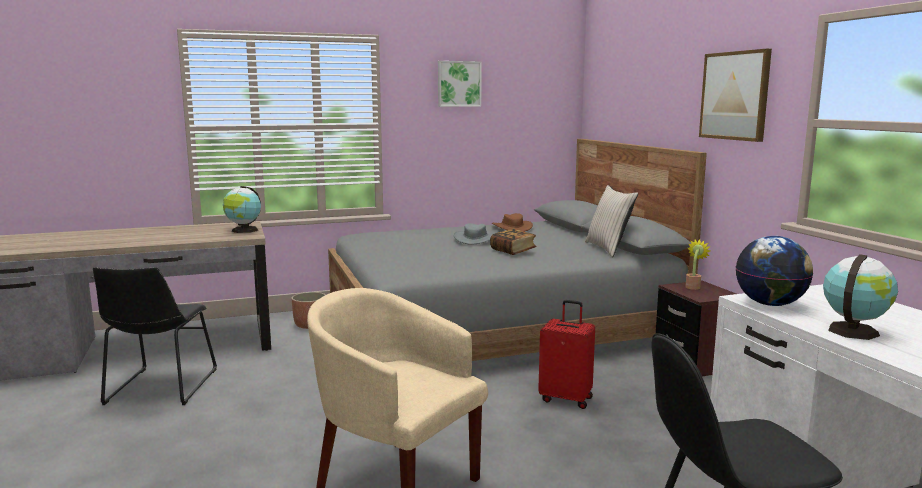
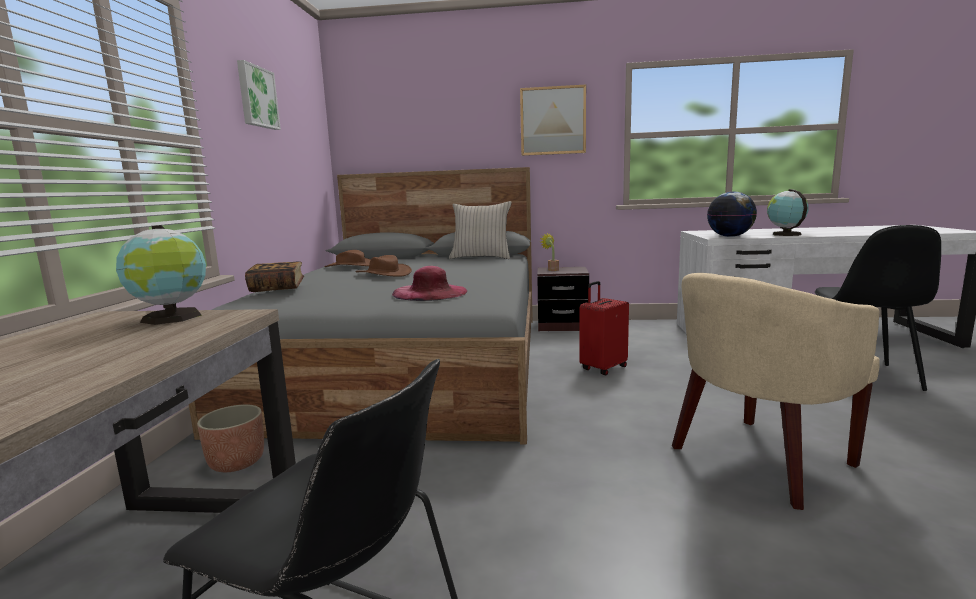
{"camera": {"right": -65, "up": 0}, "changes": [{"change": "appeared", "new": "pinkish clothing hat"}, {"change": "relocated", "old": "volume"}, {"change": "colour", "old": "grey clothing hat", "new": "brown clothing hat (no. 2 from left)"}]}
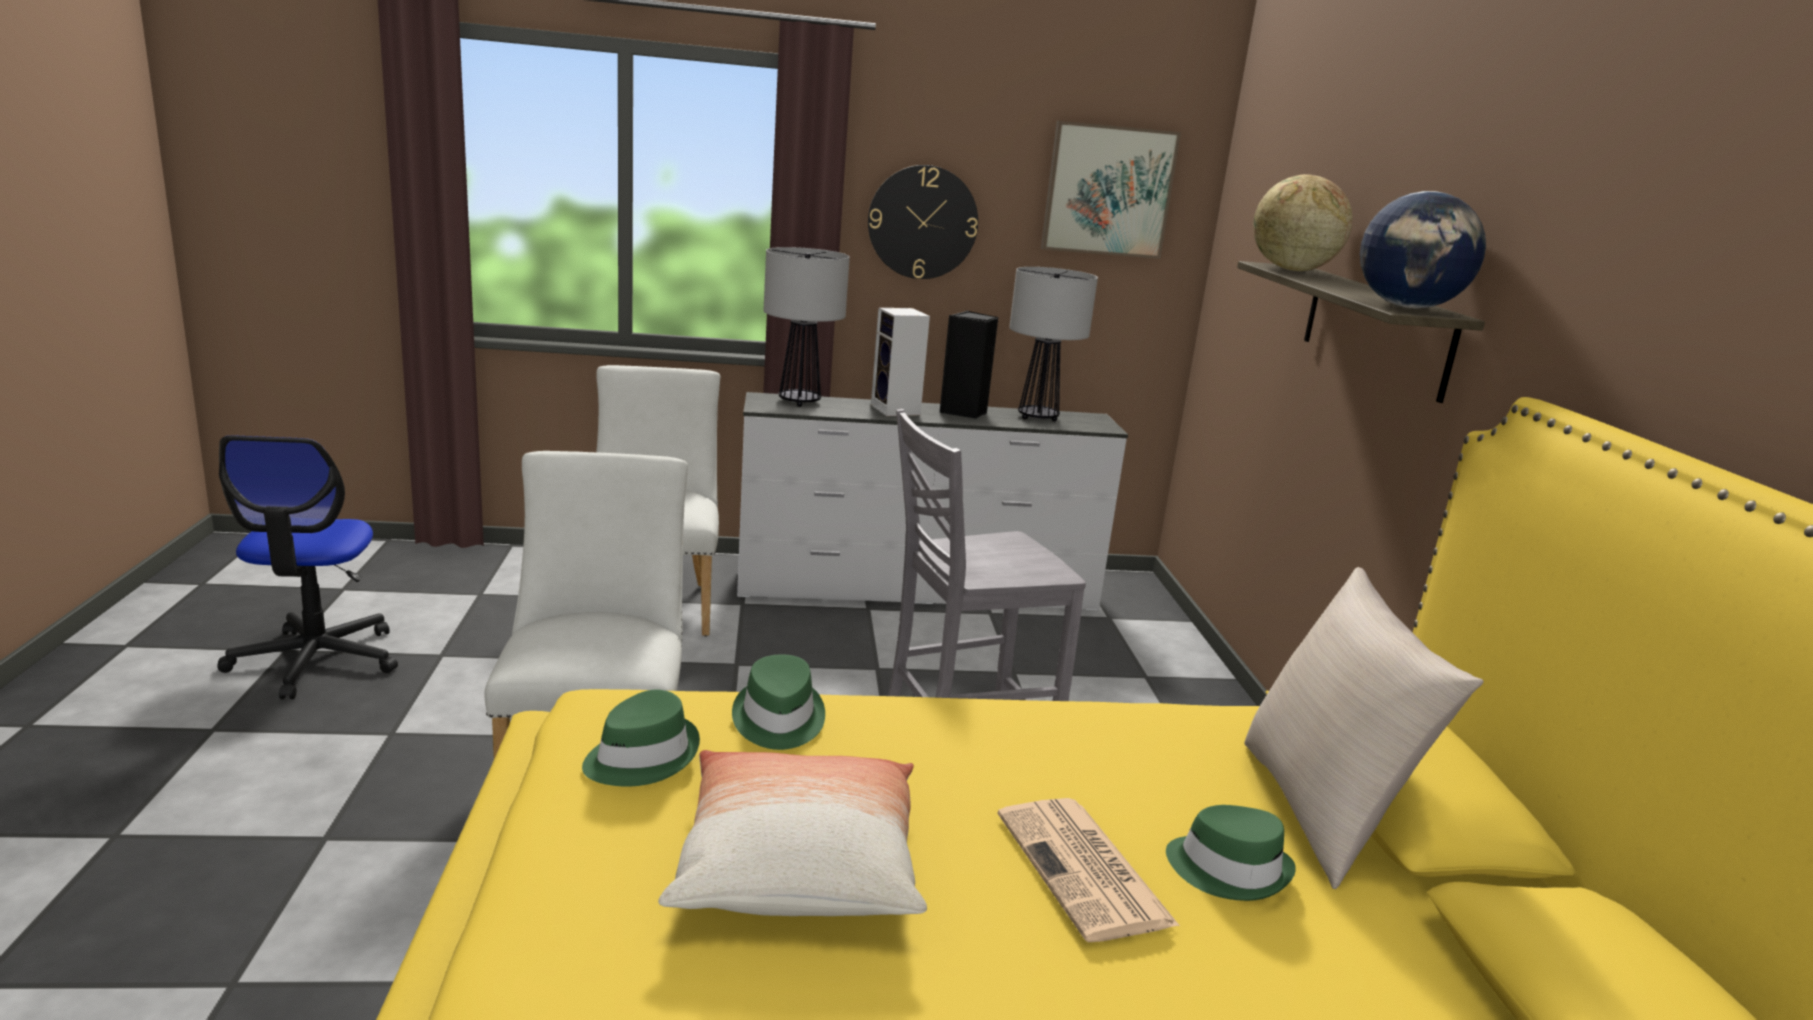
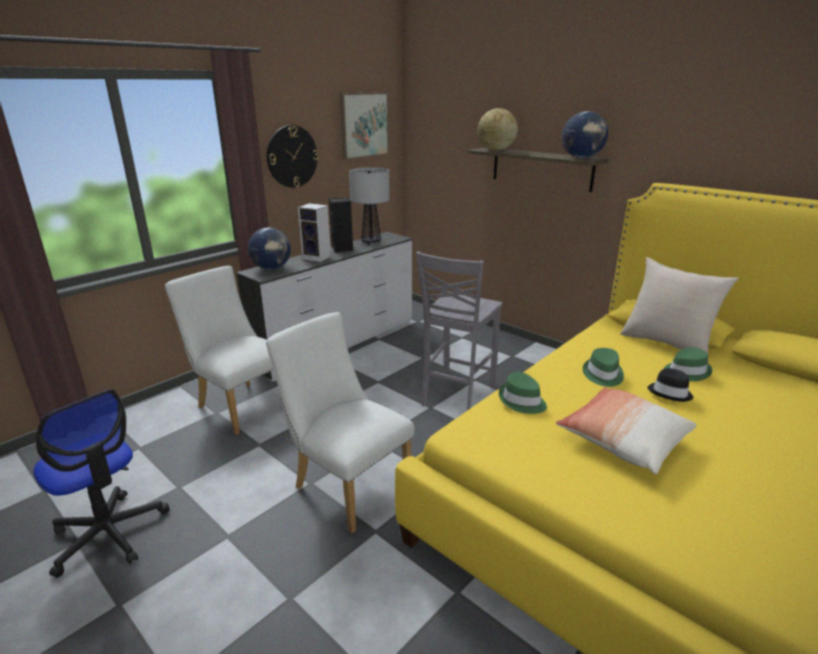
{"camera": {"right": -40, "up": 5}, "changes": [{"change": "relocated", "old": "green-coloured clothing hat (no. 1 from left in the first image)", "new": "green-coloured clothing hat (no. 2 from left)"}, {"change": "exchanged", "old": "tabletop lamp (no. 1 from left)", "new": "world globe (no. 1 from left)"}, {"change": "exchanged", "old": "daily paper", "new": "black-coloured clothing hat"}]}
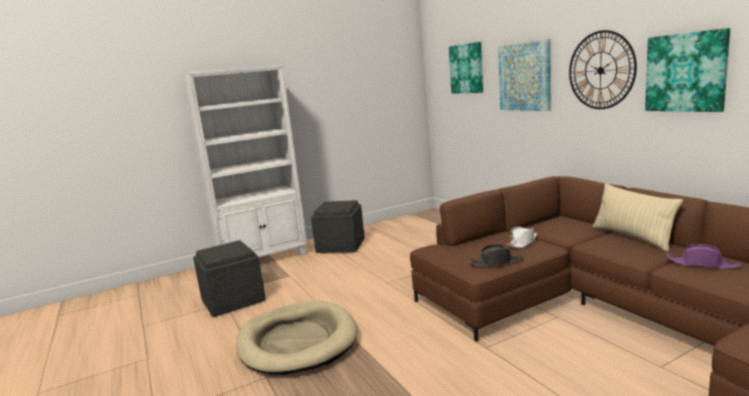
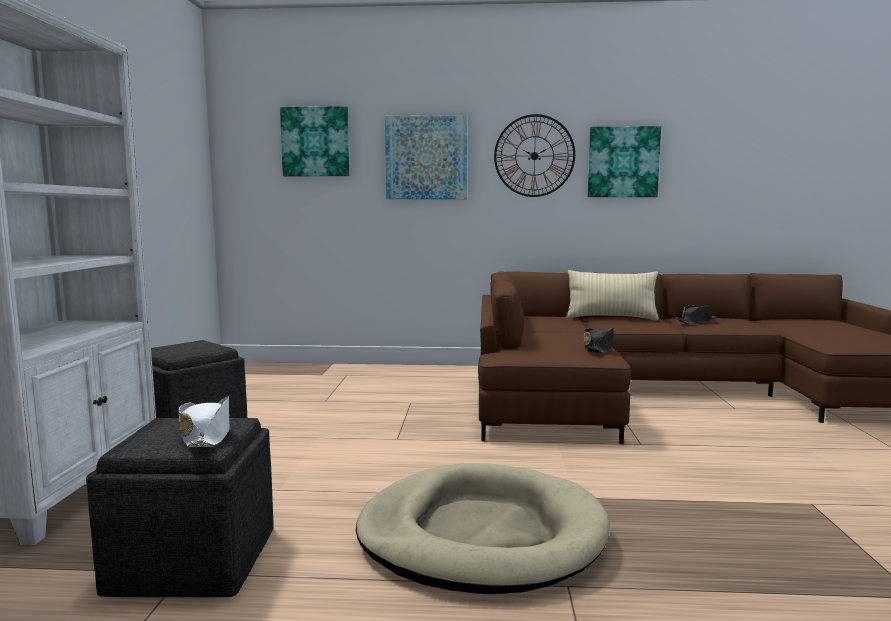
{"camera": {"right": -60, "up": -5}, "changes": [{"change": "relocated", "old": "whitish clothing hat"}, {"change": "colour", "old": "purple-coloured clothing hat", "new": "black-coloured clothing hat (no. 2 from left)"}]}
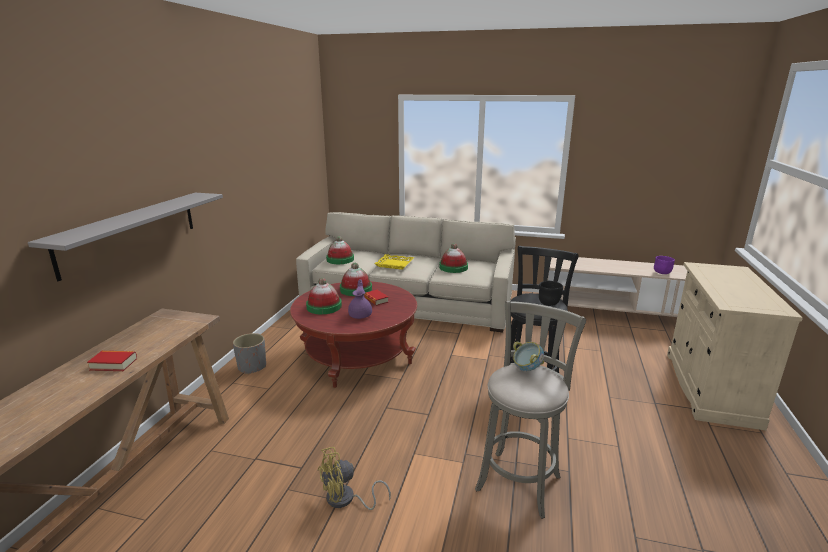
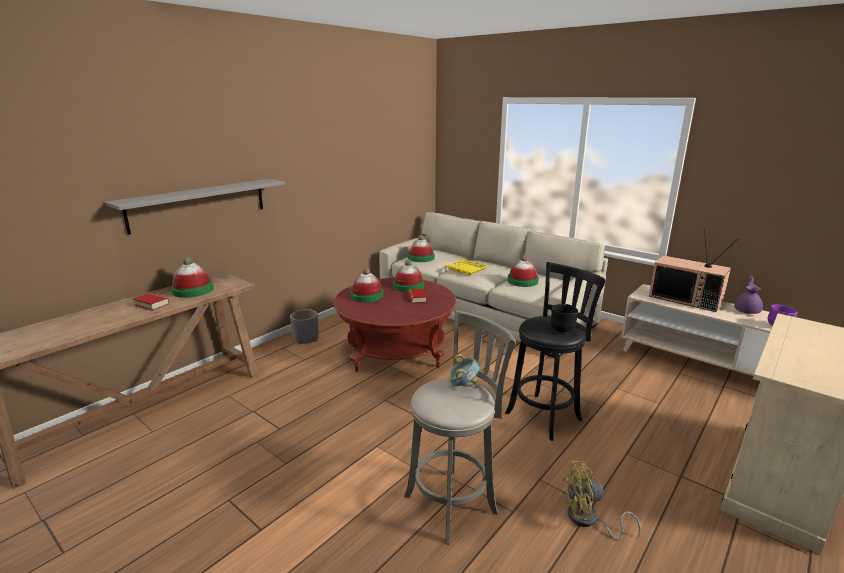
{"camera": {"right": 25, "up": 0}, "changes": [{"change": "appeared", "new": "clothing hat (no. 1 from left)"}, {"change": "appeared", "new": "television"}, {"change": "relocated", "old": "yellow-coloured cooling fan"}, {"change": "relocated", "old": "purple-coloured teapot"}]}
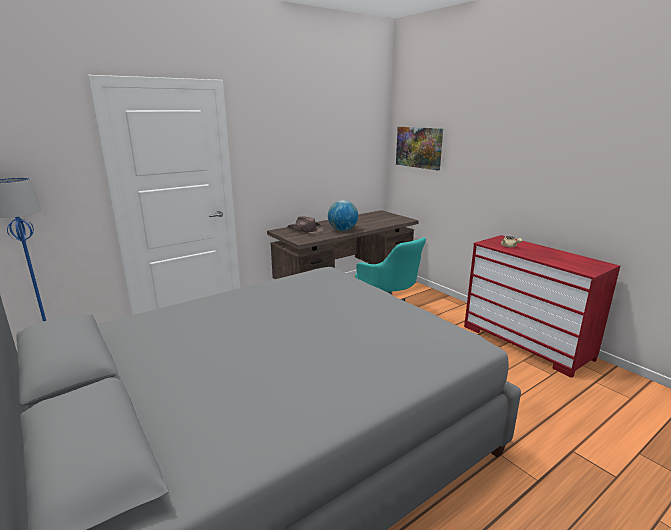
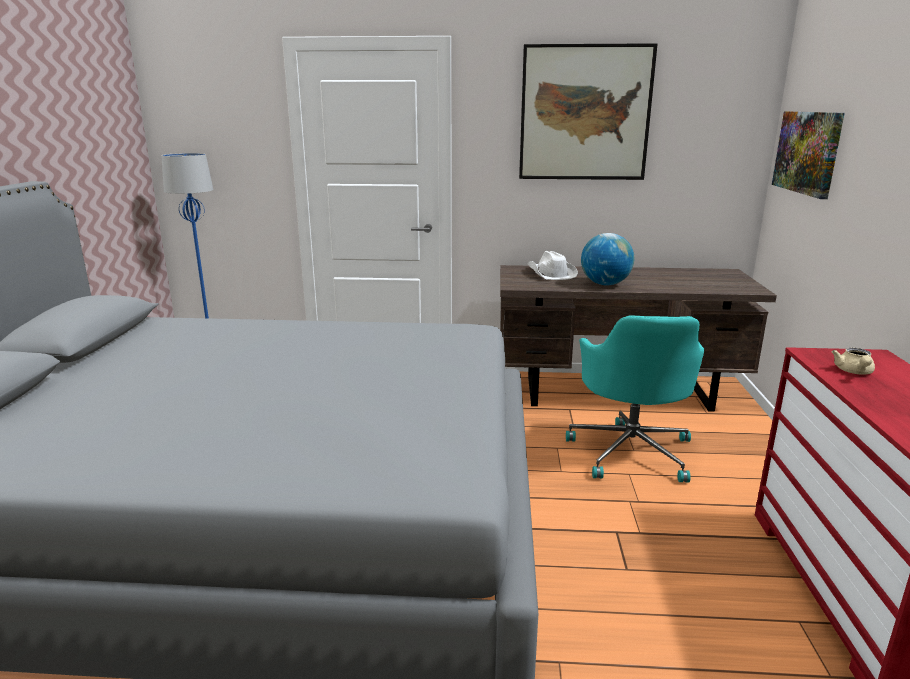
{"camera": {"right": 40, "up": 0}, "changes": [{"change": "appeared", "new": "picture (no. 1 from left)"}, {"change": "colour", "old": "brown clothing hat", "new": "whitish clothing hat"}]}
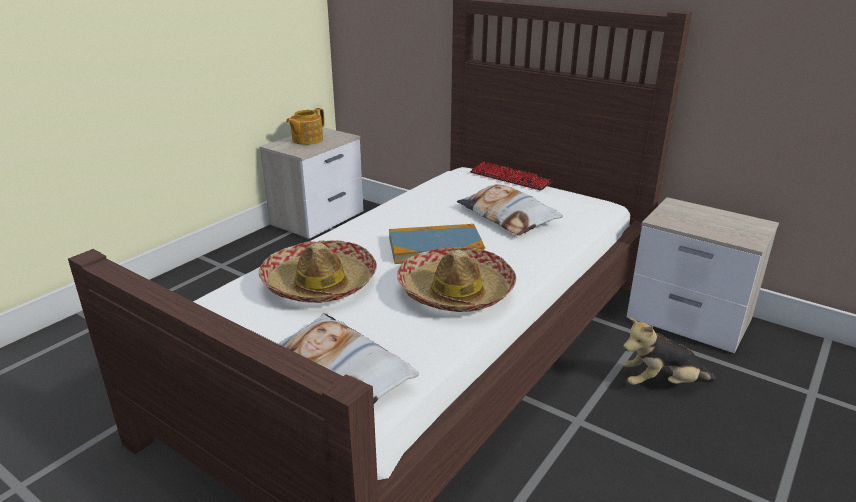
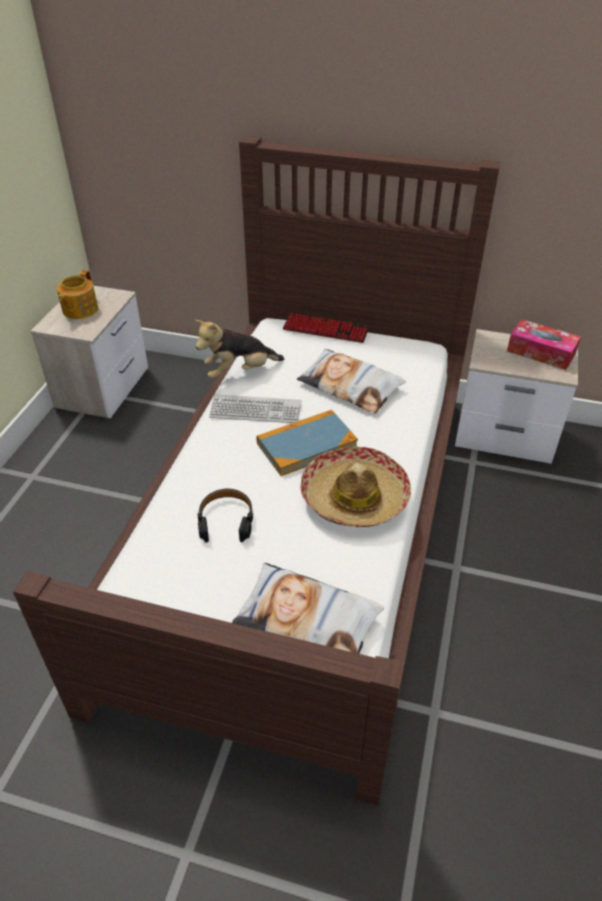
{"camera": {"right": -20, "up": 15}, "changes": [{"change": "appeared", "new": "keyboard (no. 1 from left)"}, {"change": "appeared", "new": "box of tissues"}, {"change": "relocated", "old": "plush toy"}, {"change": "exchanged", "old": "clothing hat (no. 1 from left)", "new": "black-coloured pair of headphones"}]}
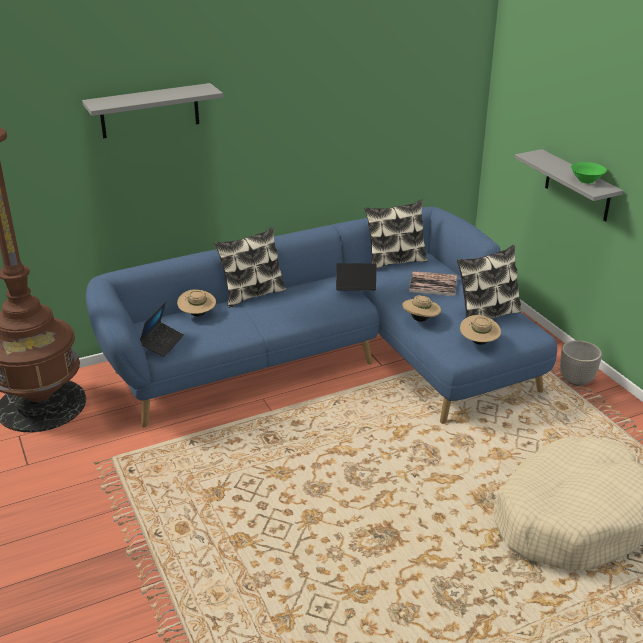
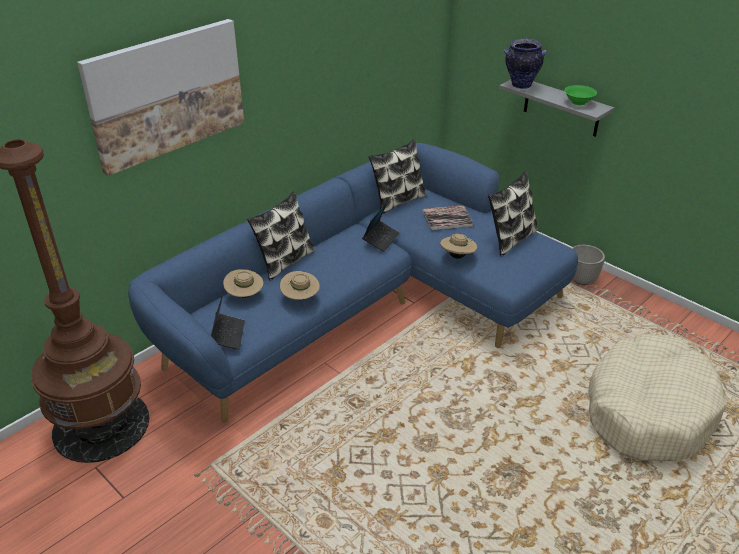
{"camera": {"right": -20, "up": 5}, "changes": [{"change": "appeared", "new": "decorative vase"}, {"change": "relocated", "old": "beige-coloured clothing hat (no. 3 from left in the first image)", "new": "beige-coloured clothing hat (no. 2 from left)"}, {"change": "exchanged", "old": "grey shelf (no. 1 from left)", "new": "picture"}, {"change": "spun", "old": "laptop (no. 2 from left)", "degrees": 135}]}
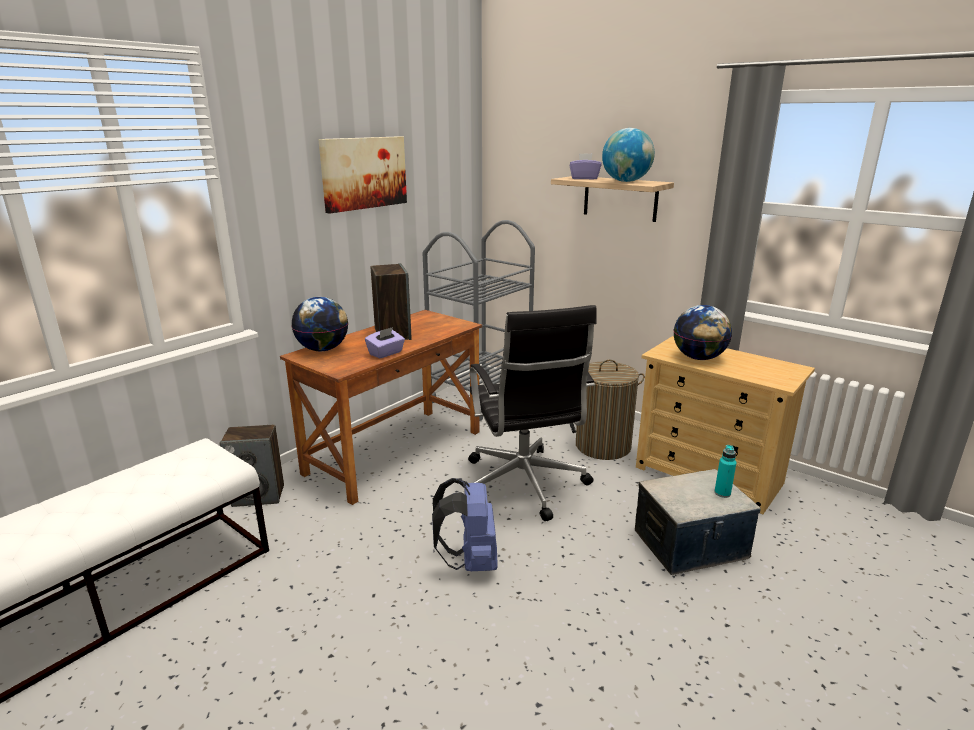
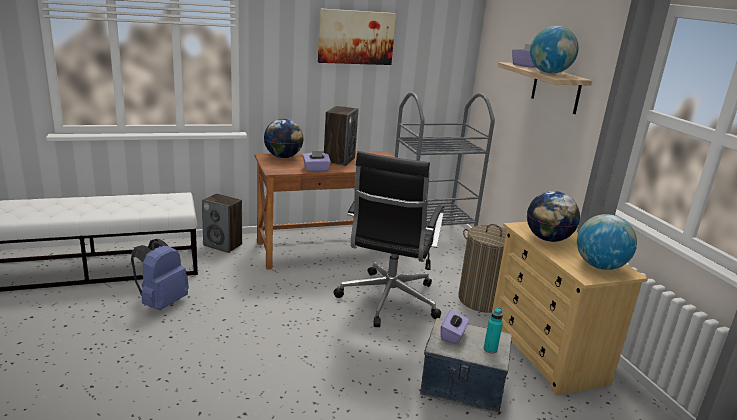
{"camera": {"right": 30, "up": 0}, "changes": [{"change": "appeared", "new": "purple-coloured box of tissues (no. 2 from left)"}, {"change": "appeared", "new": "world globe (no. 4 from left)"}, {"change": "relocated", "old": "blue-coloured rucksack"}]}
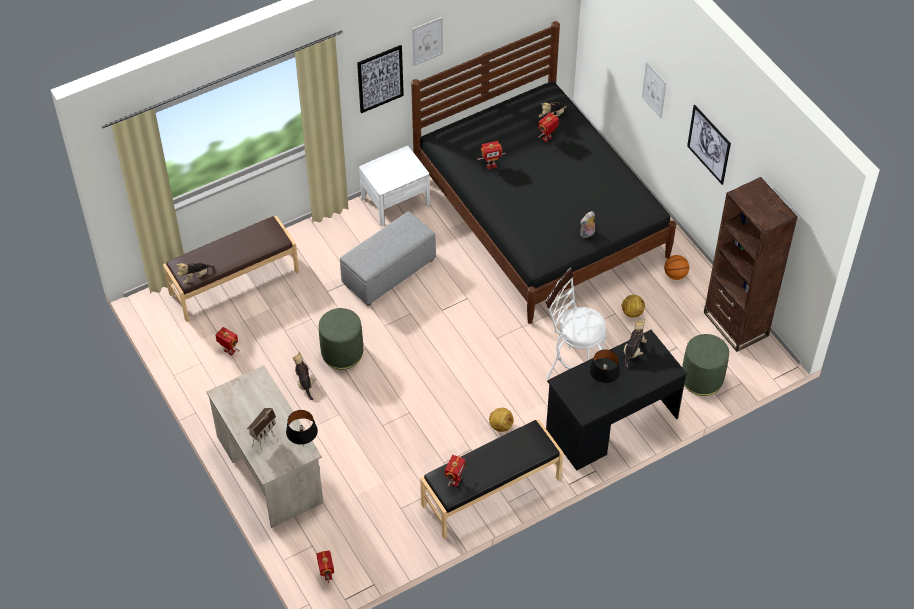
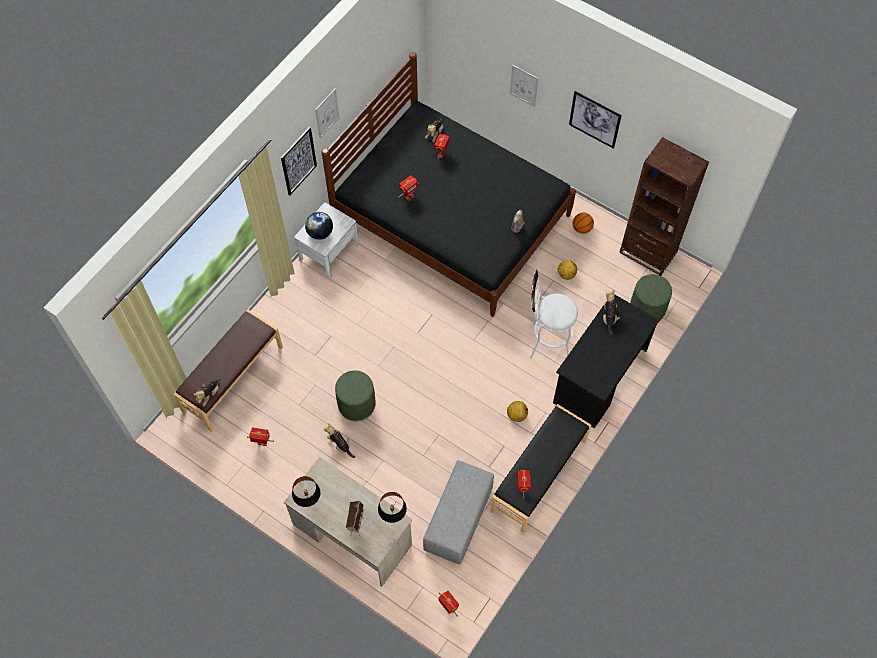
{"camera": {"right": -25, "up": 10}, "changes": [{"change": "appeared", "new": "world globe"}, {"change": "relocated", "old": "grey ottoman"}, {"change": "relocated", "old": "black-coloured tabletop lamp (no. 2 from left in the first image)", "new": "black-coloured tabletop lamp (no. 1 from left)"}]}
